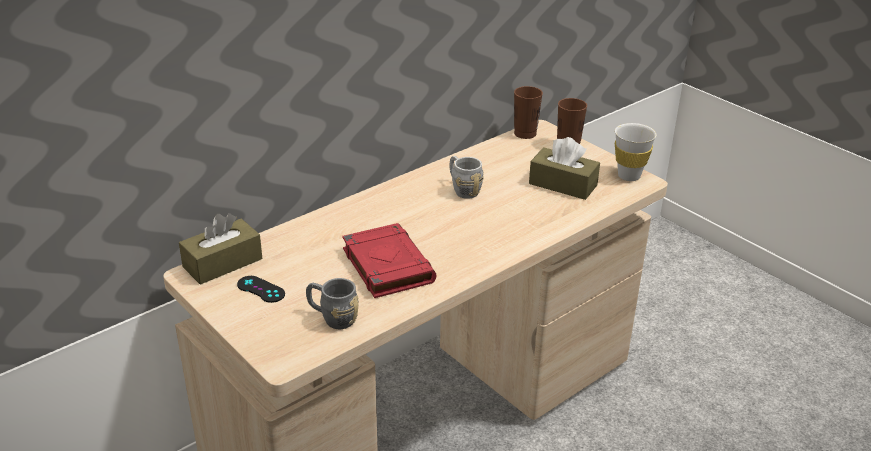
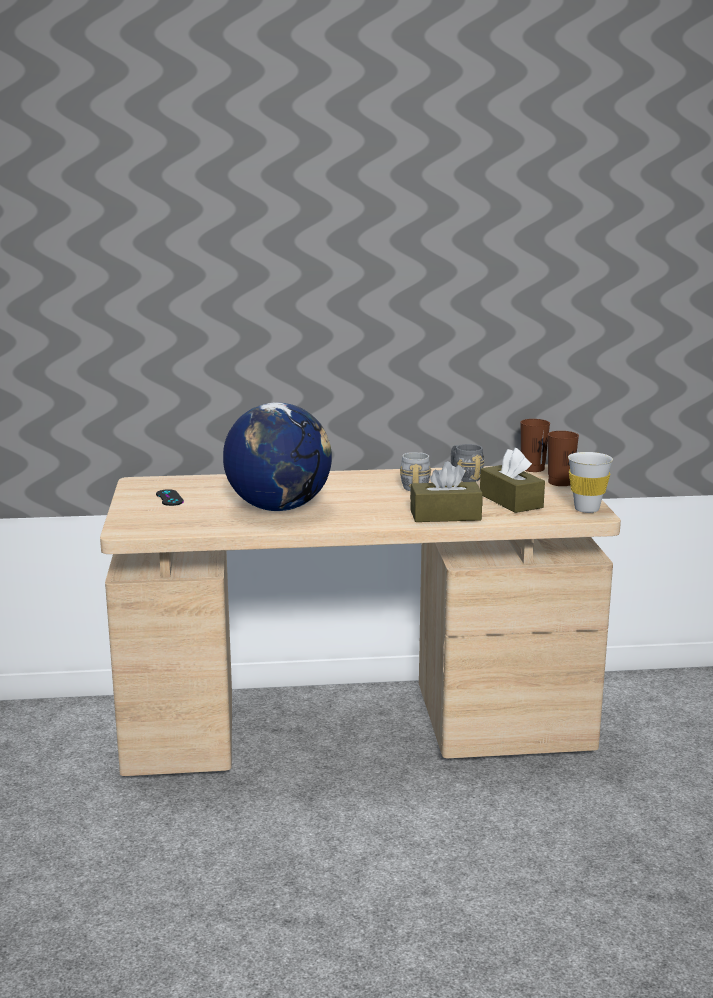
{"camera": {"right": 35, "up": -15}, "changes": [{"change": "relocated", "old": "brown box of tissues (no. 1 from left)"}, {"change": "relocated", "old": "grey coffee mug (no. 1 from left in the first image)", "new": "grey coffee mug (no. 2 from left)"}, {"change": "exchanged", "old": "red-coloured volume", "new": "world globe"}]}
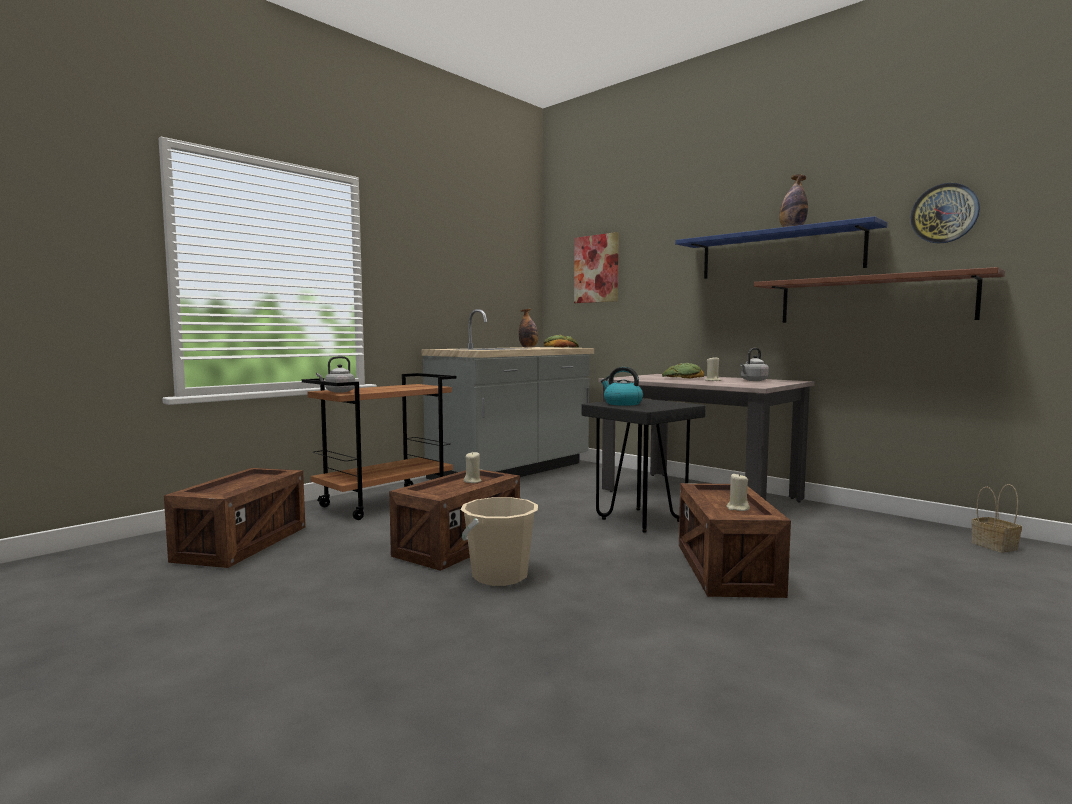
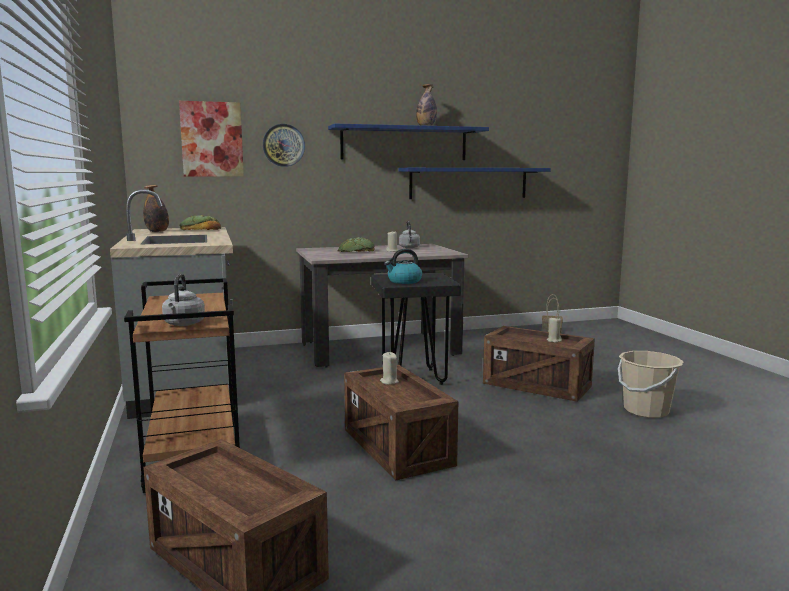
{"camera": {"right": -60, "up": 5}, "changes": [{"change": "relocated", "old": "beige-coloured bucket"}, {"change": "relocated", "old": "hanging clock"}, {"change": "colour", "old": "brown shelf", "new": "blue-coloured shelf (no. 2 from left)"}]}
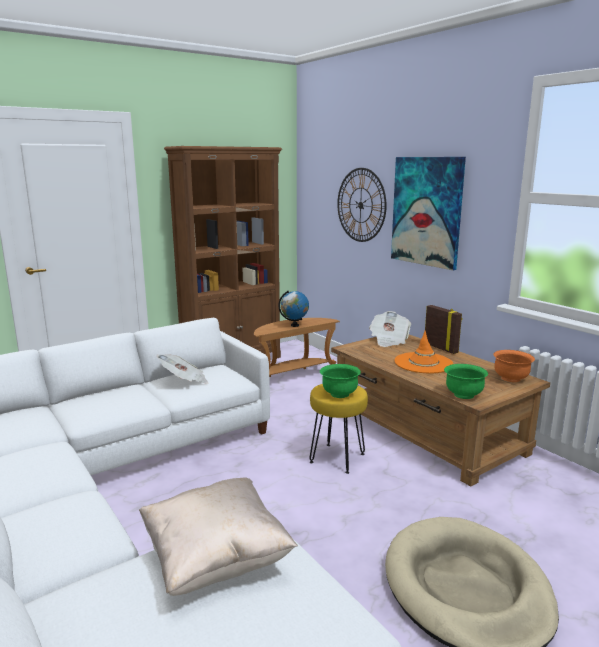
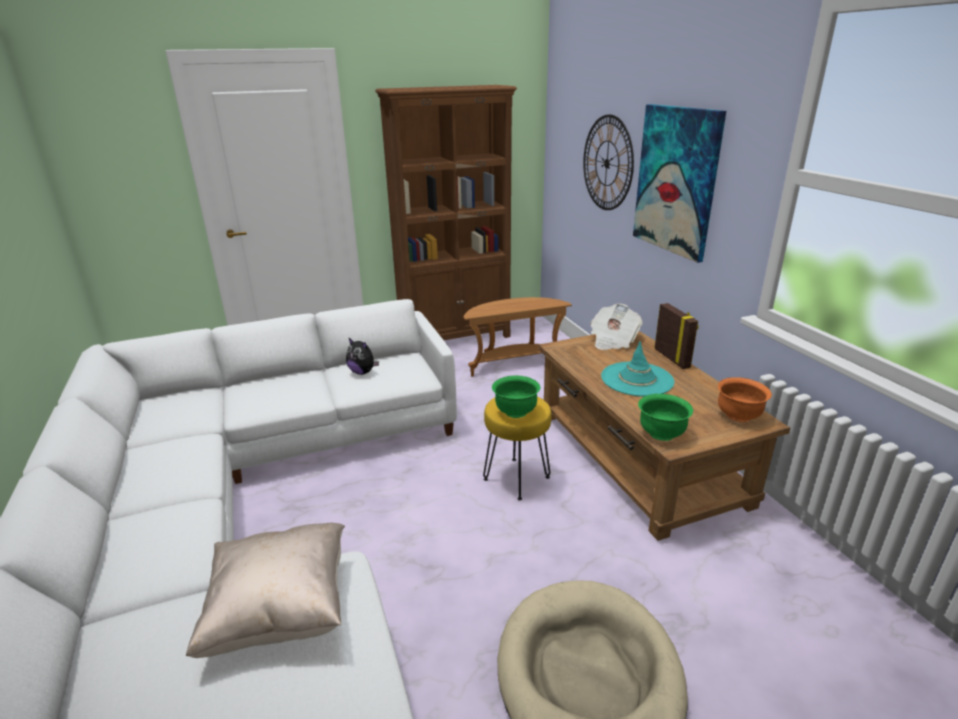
{"camera": {"right": 15, "up": 10}, "changes": [{"change": "missing", "old": "world globe"}, {"change": "exchanged", "old": "daily paper (no. 1 from left)", "new": "plush toy"}, {"change": "colour", "old": "orangey clothing hat", "new": "blue-green clothing hat"}]}
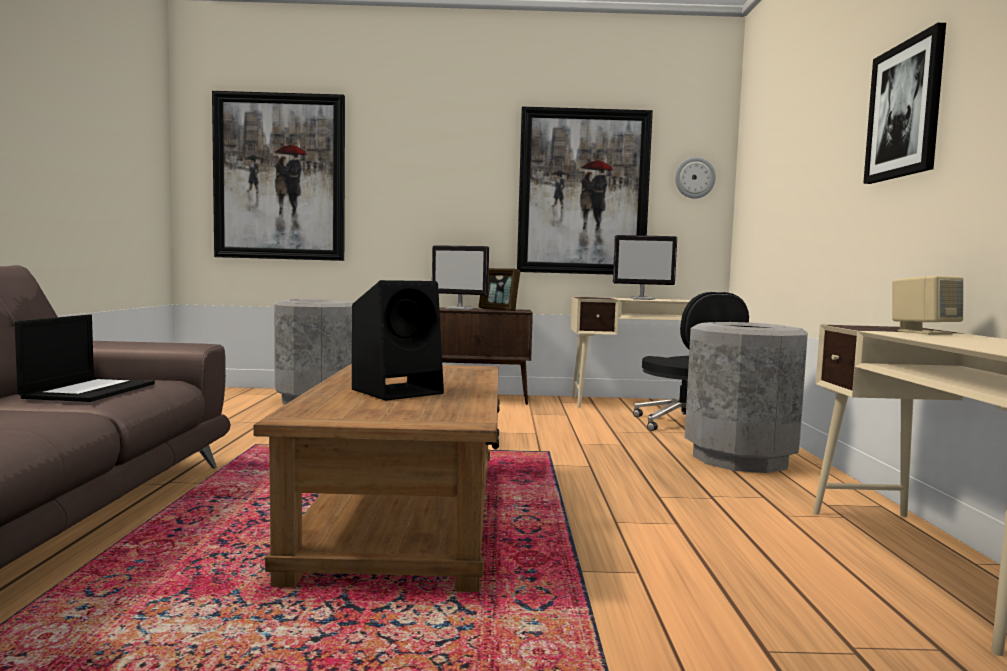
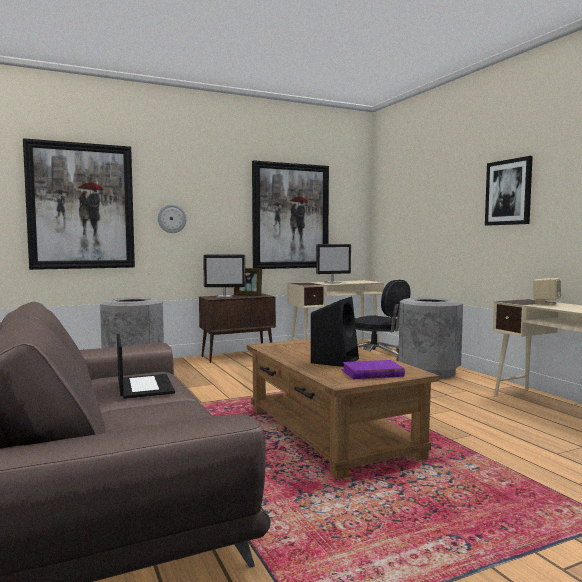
{"camera": {"right": -25, "up": 0}, "changes": [{"change": "appeared", "new": "purple-coloured volume"}, {"change": "relocated", "old": "hanging clock"}]}
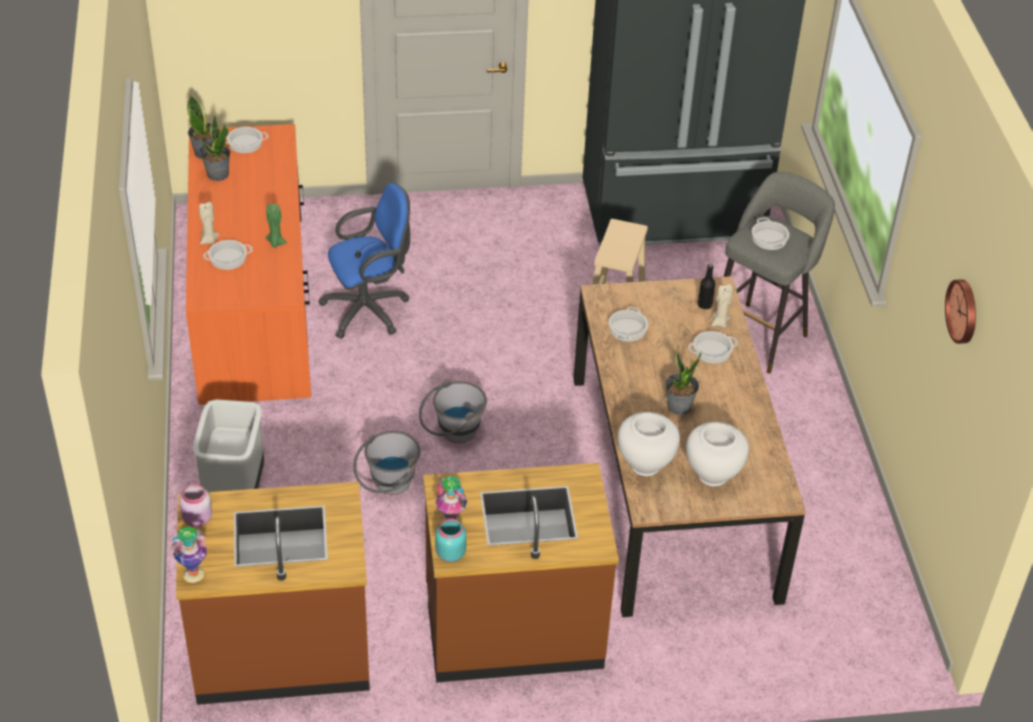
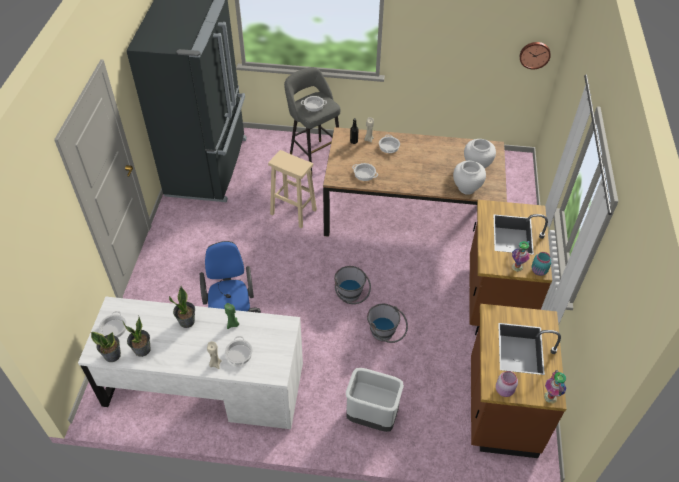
{"camera": {"right": -75, "up": 5}, "changes": [{"change": "relocated", "old": "potted plant (no. 3 from left)"}, {"change": "relocated", "old": "hanging clock"}, {"change": "colour", "old": "orangey desk table", "new": "whitish desk table"}]}
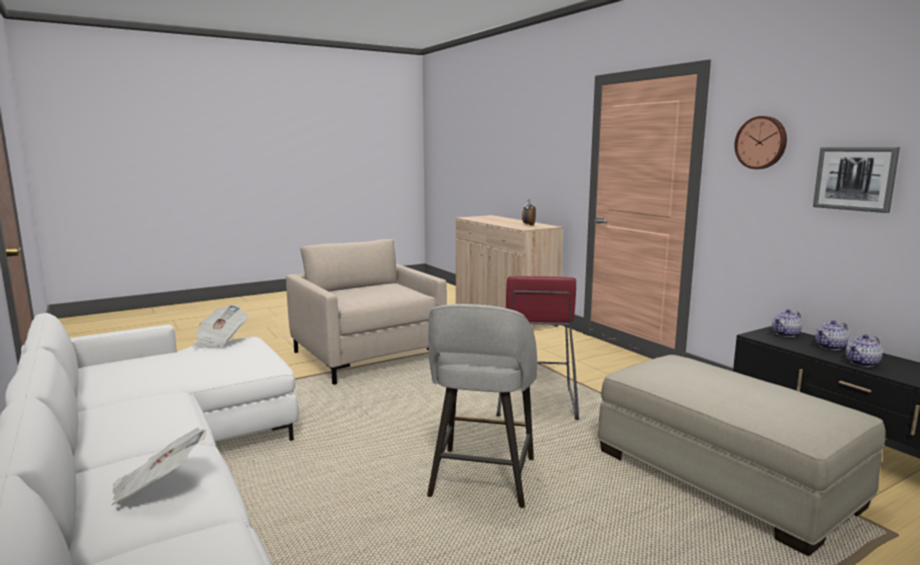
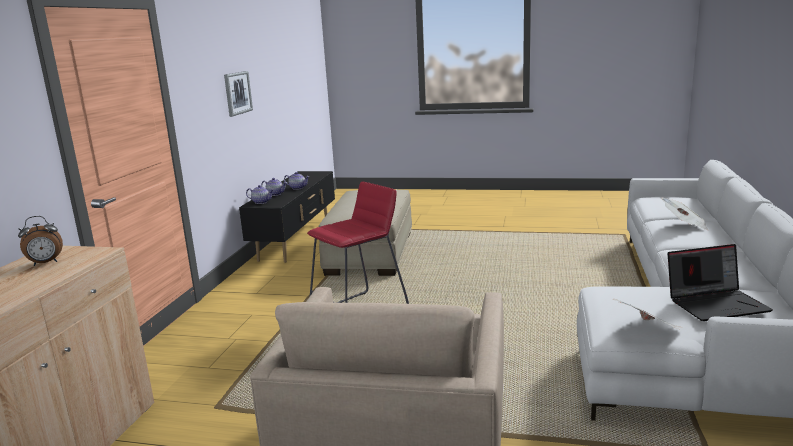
{"camera": {"right": -135, "up": 5}, "changes": [{"change": "missing", "old": "grey sitting stool"}, {"change": "missing", "old": "hanging clock"}, {"change": "appeared", "new": "laptop"}]}
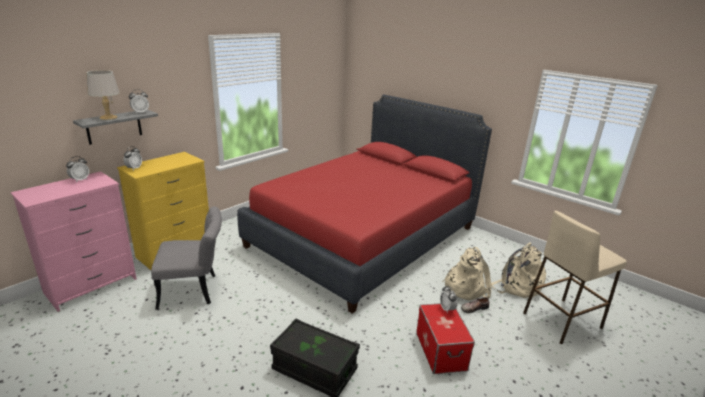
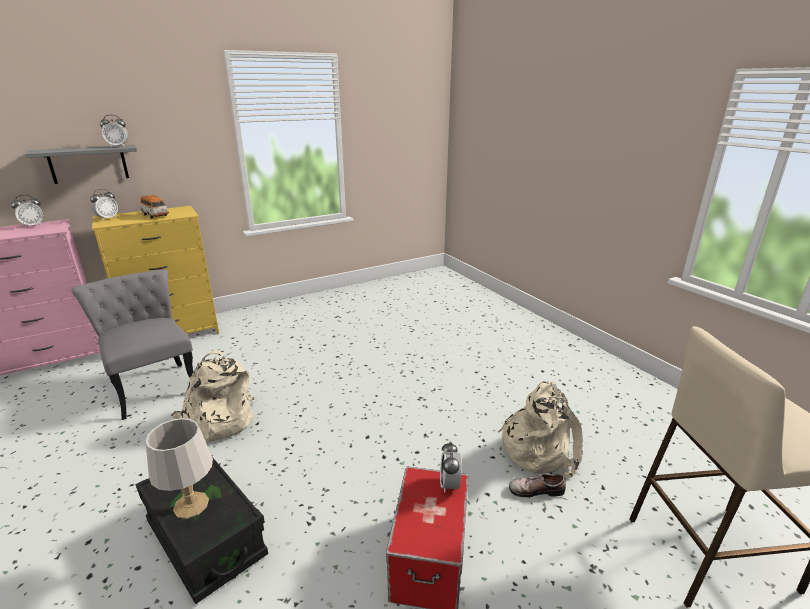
{"camera": {"right": 20, "up": 0}, "changes": [{"change": "missing", "old": "red-coloured bed"}, {"change": "appeared", "new": "toy car"}, {"change": "relocated", "old": "grey tabletop lamp"}, {"change": "relocated", "old": "beige-coloured rucksack (no. 2 from left in the first image)", "new": "beige-coloured rucksack (no. 1 from left)"}, {"change": "spun", "old": "grey chair", "degrees": -135}]}
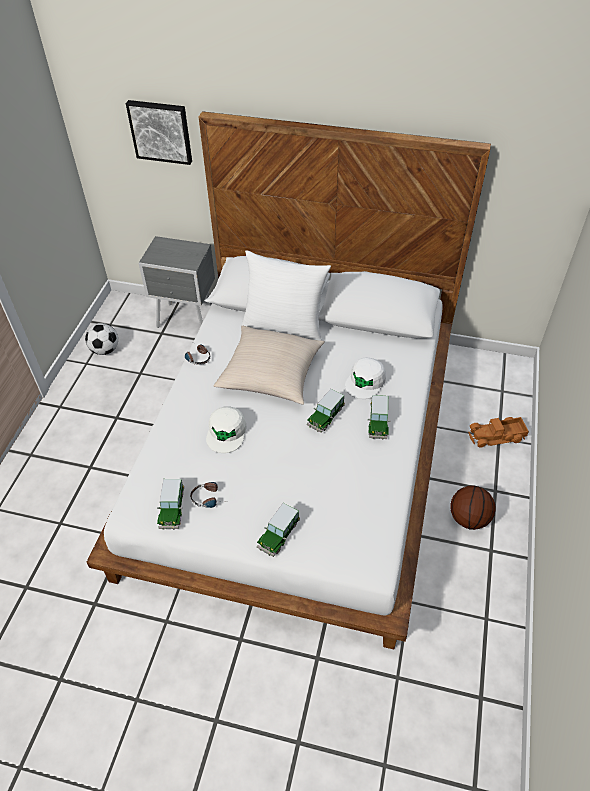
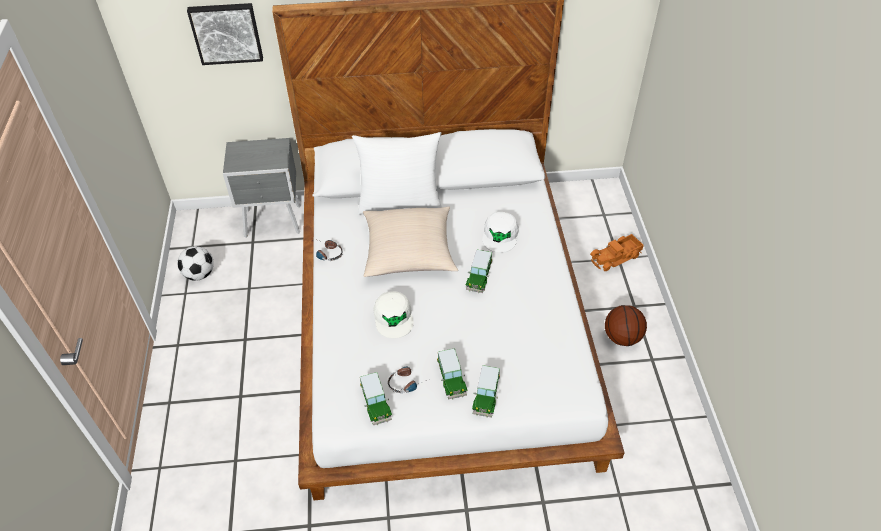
{"camera": {"right": -20, "up": 0}, "changes": [{"change": "relocated", "old": "toy car (no. 4 from left in the first image)", "new": "toy car (no. 2 from left)"}]}
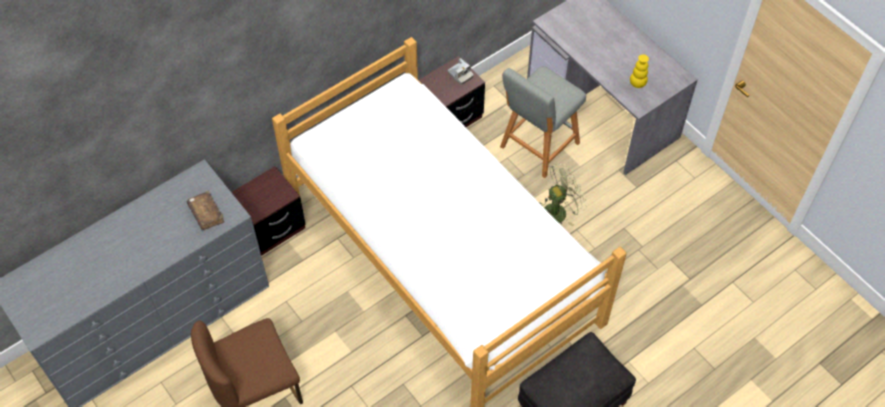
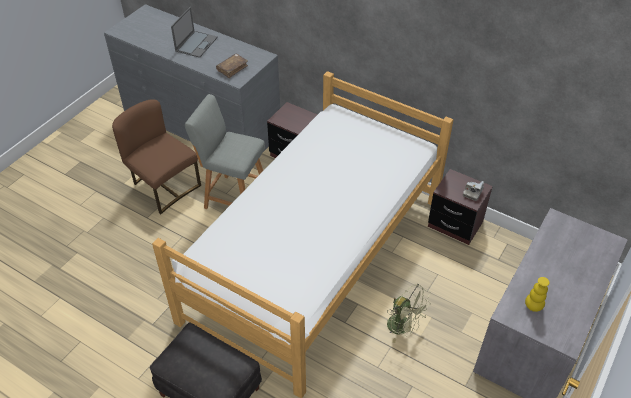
{"camera": {"right": 70, "up": -10}, "changes": [{"change": "appeared", "new": "laptop"}, {"change": "relocated", "old": "grey sitting stool"}]}
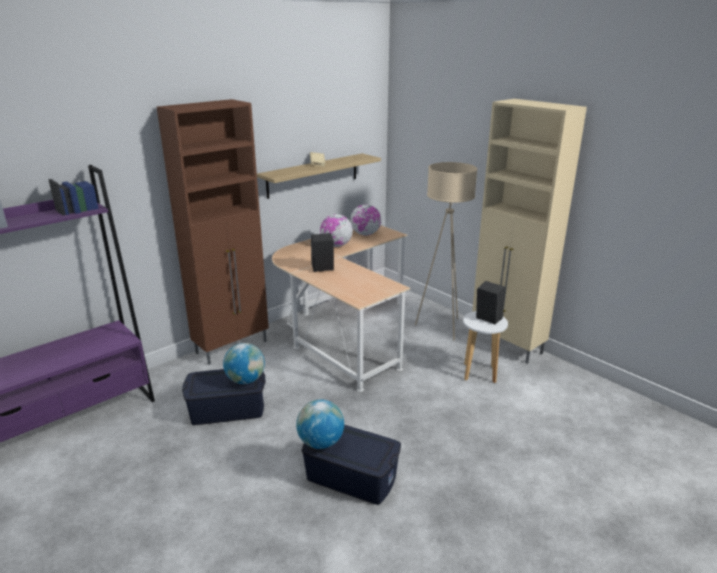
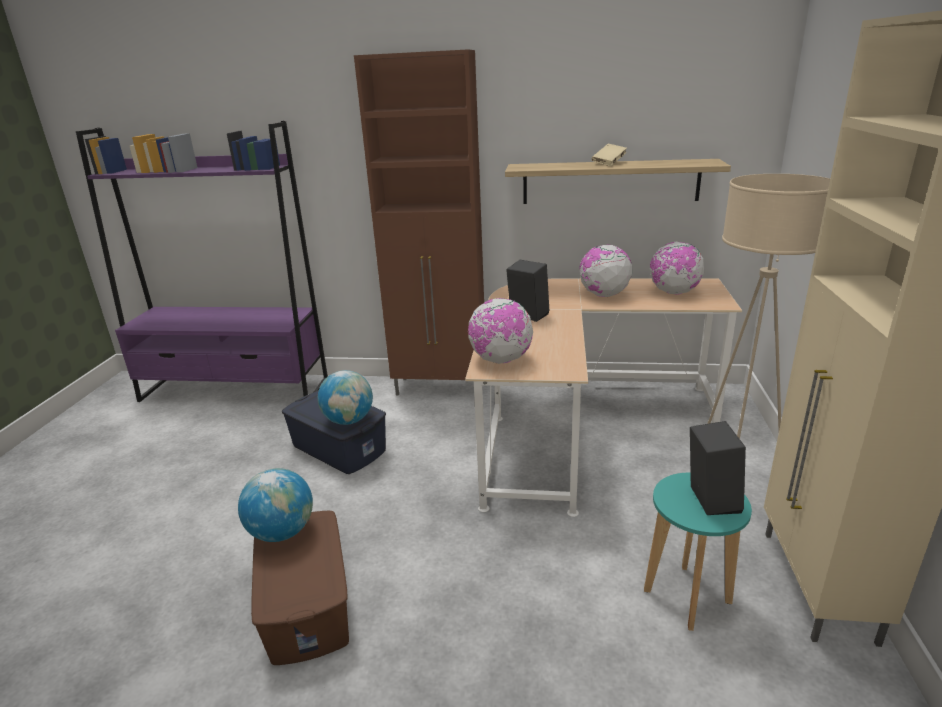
{"camera": {"right": 50, "up": 0}, "changes": [{"change": "appeared", "new": "world globe (no. 3 from left)"}, {"change": "colour", "old": "blue-coloured storage box (no. 2 from left)", "new": "brown storage box"}, {"change": "colour", "old": "whitish sitting stool", "new": "blue-green sitting stool"}]}
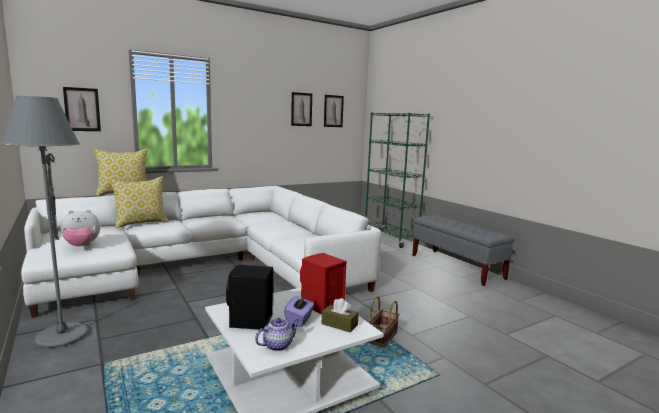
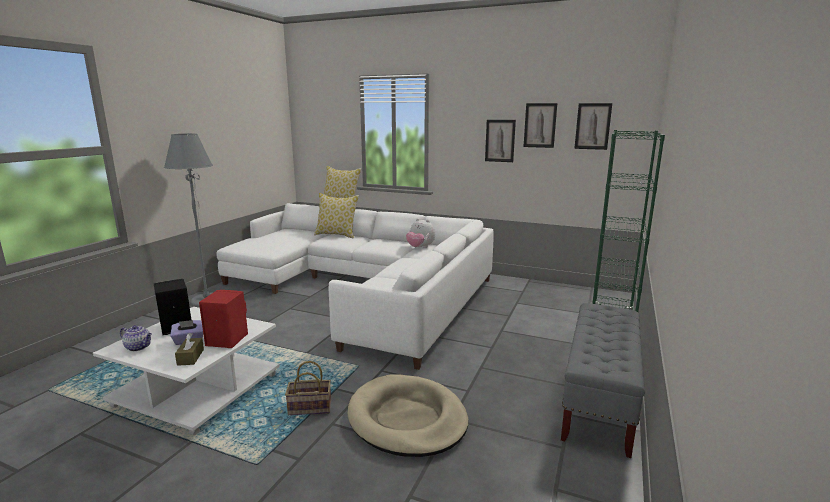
{"camera": {"right": 55, "up": 5}, "changes": [{"change": "appeared", "new": "beige-coloured dog cushion"}, {"change": "relocated", "old": "plush toy"}, {"change": "relocated", "old": "picture (no. 1 from left)"}]}
